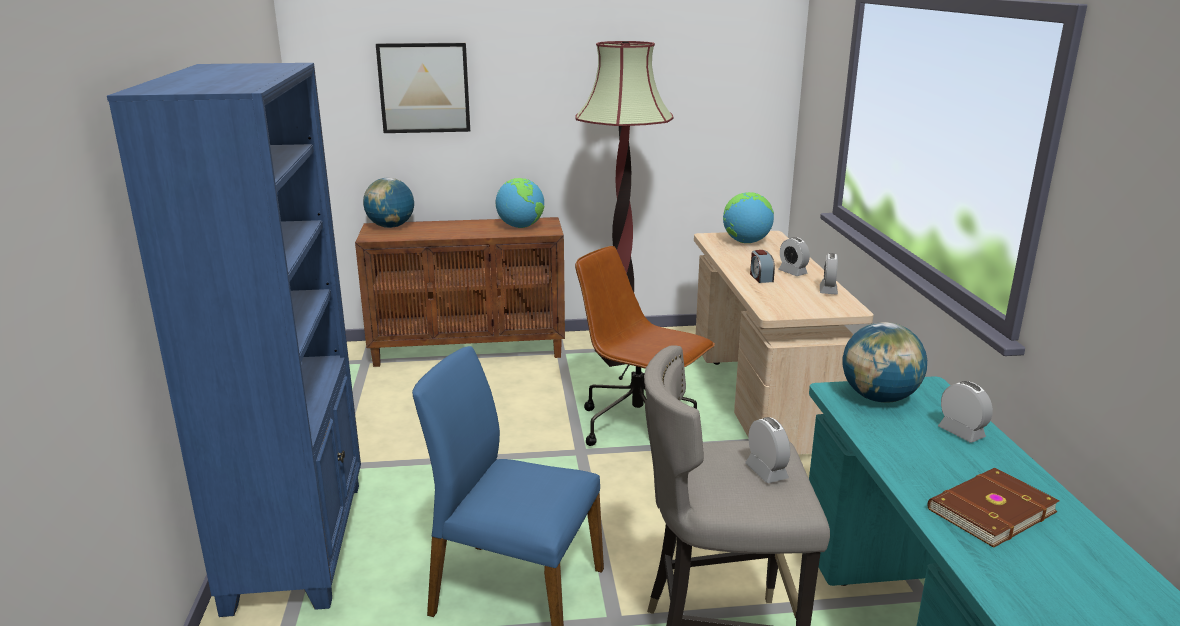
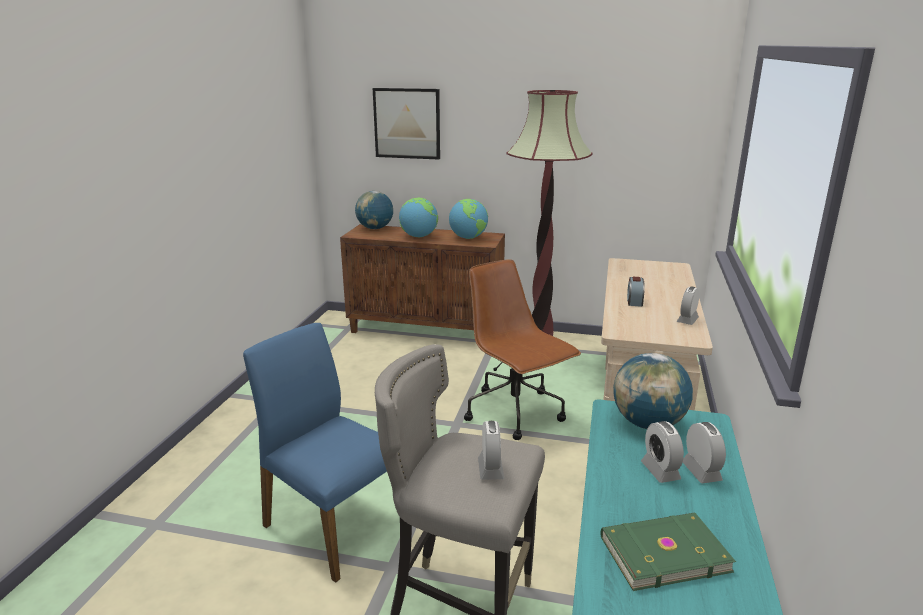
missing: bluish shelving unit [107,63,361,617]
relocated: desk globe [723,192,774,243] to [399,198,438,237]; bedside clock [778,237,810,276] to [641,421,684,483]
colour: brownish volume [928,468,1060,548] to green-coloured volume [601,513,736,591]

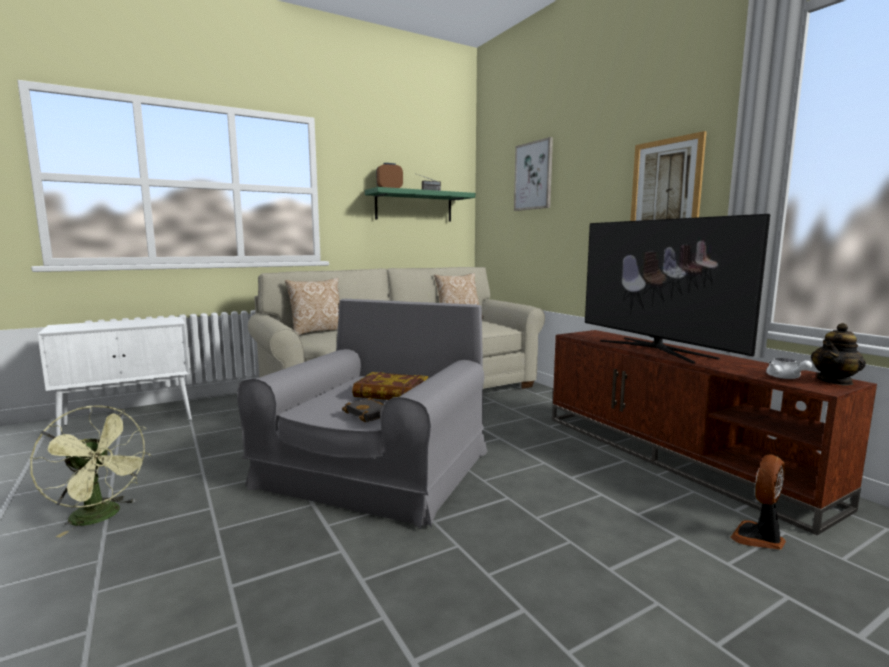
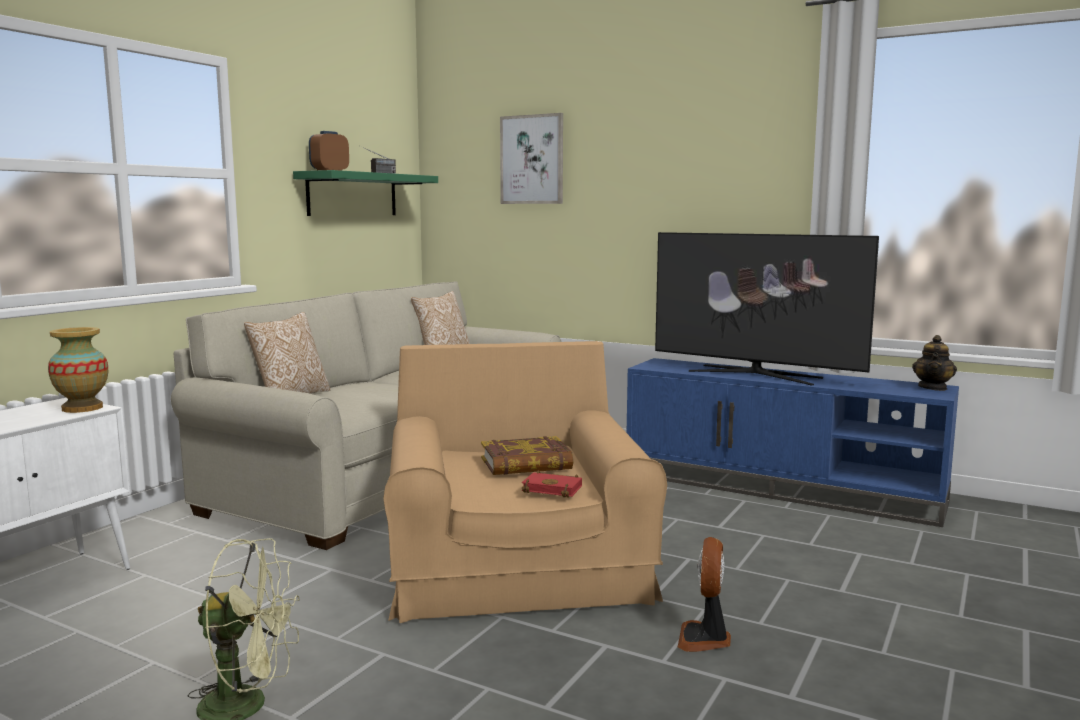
missing: wall art [630,131,707,221]; whitish pot for tea [766,358,812,379]
appeared: vase [48,327,108,413]
relocated: electric fan [730,454,786,550] to [678,537,731,652]
colour: gray lounge chair [237,299,487,529] to brownish lounge chair [383,341,667,623]; brownish tv stand [552,330,877,535] to bluish tv stand [627,358,959,527]; black-coloured volume [342,397,384,422] to red-coloured volume [522,470,582,498]

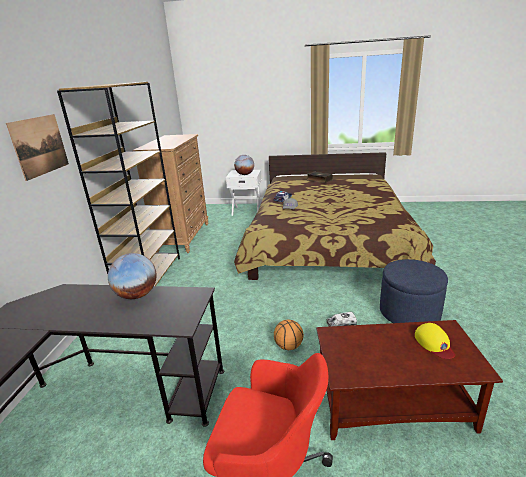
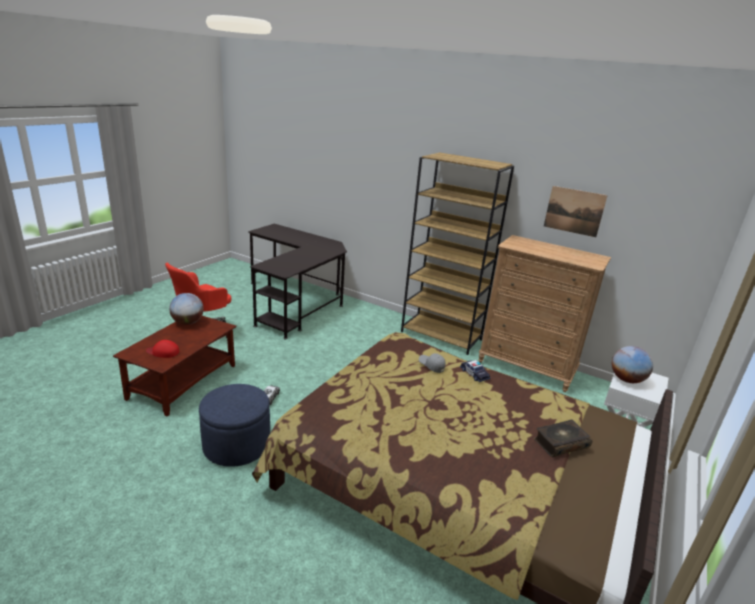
missing: basketball ball [274,319,304,350]
relocated: wall art [6,114,69,181] to [544,186,608,237]; desk globe [108,253,157,299] to [169,293,204,325]
colour: yellow-coloured cap [415,323,455,359] to red-coloured cap [146,340,179,358]

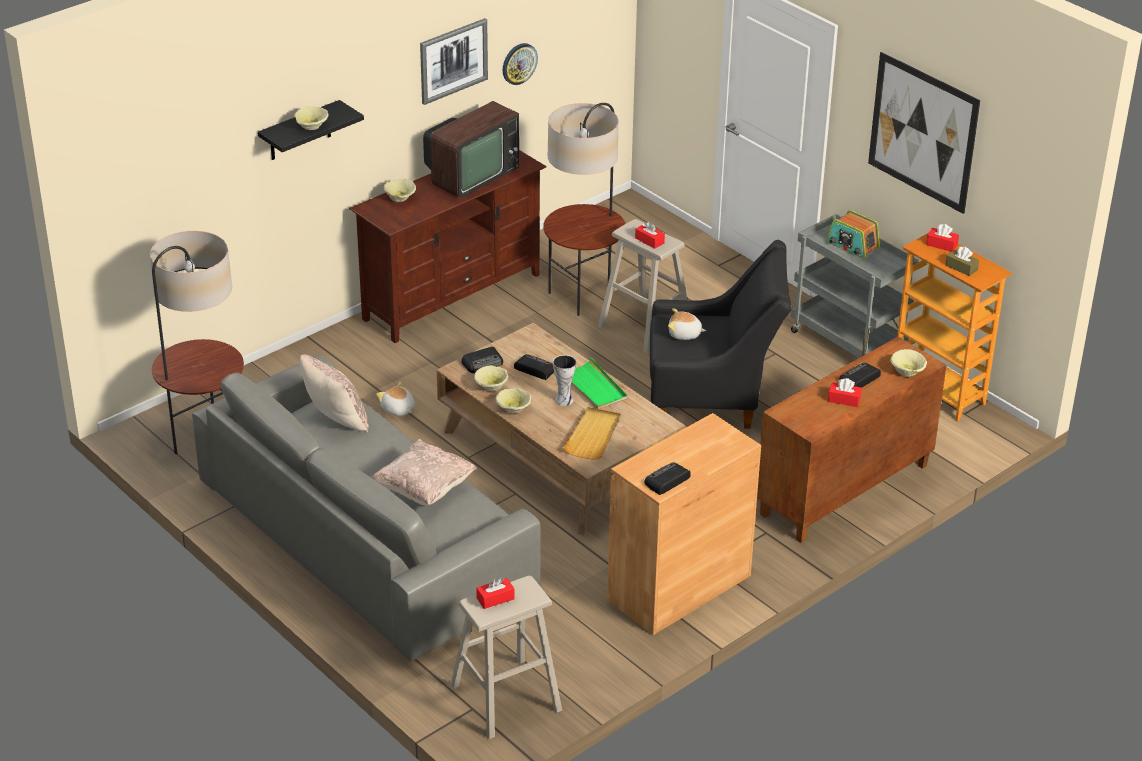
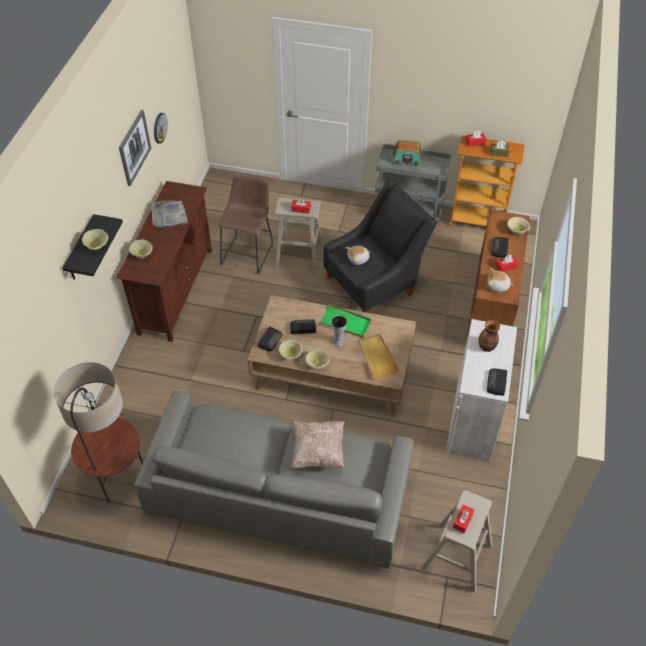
missing: wall art [868,52,981,214]; sand-coloured throw pillow [300,354,369,432]
appeared: vase [479,320,500,352]
relocated: cuddly toy [376,382,415,416] to [487,268,513,292]
exchanged: television [423,101,519,198] to gray carrying tray [151,200,188,228]; standing lamp [543,103,626,316] to brownish sitting stool [218,174,273,274]
colour: brownish cabinet [607,413,761,635] to whitish cabinet [446,319,517,462]

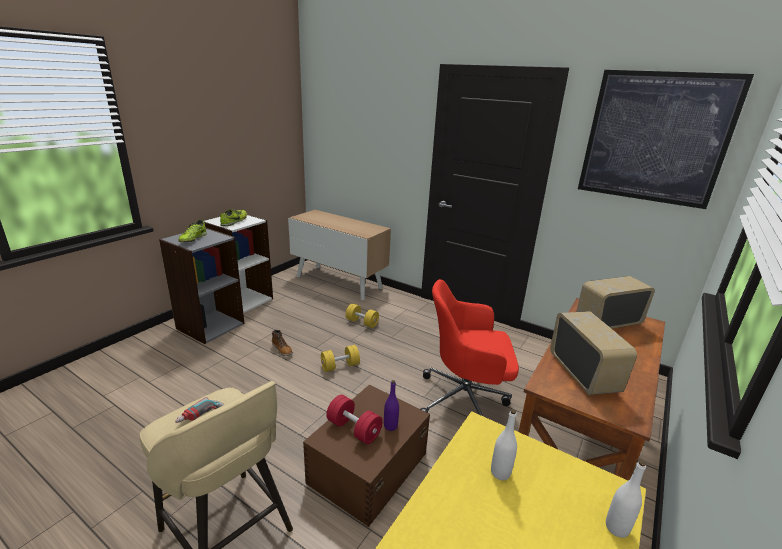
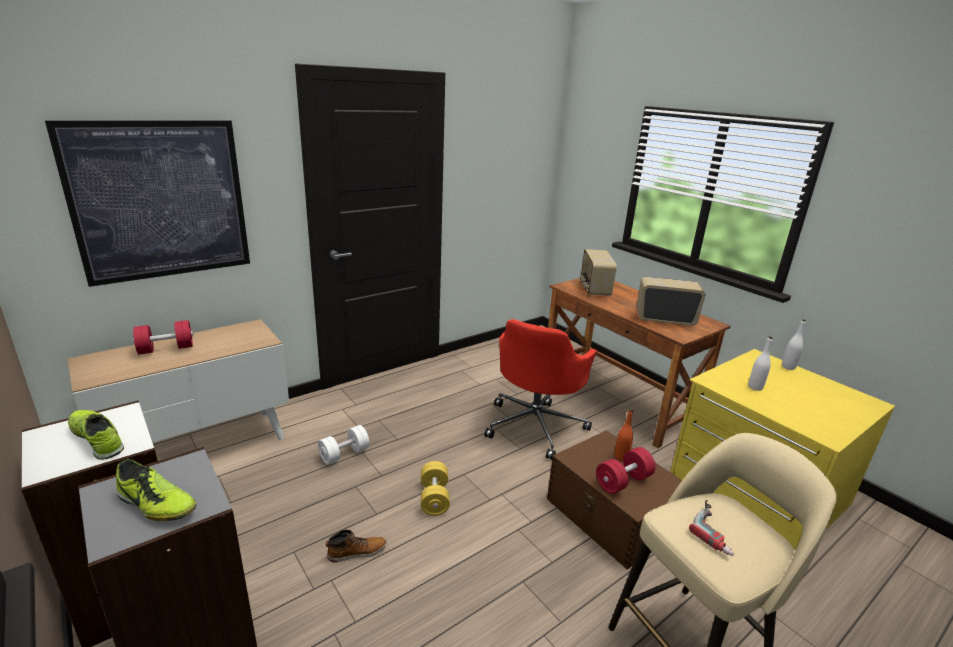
appeared: red-coloured hand weight [133,320,193,354]
relocated: wall art [578,70,754,209] to [45,120,250,287]
colour: yellow-coloured hand weight [346,304,379,328] to whitish hand weight [318,425,369,465]; purplish bottle [384,380,399,431] to orangey bottle [615,409,633,461]

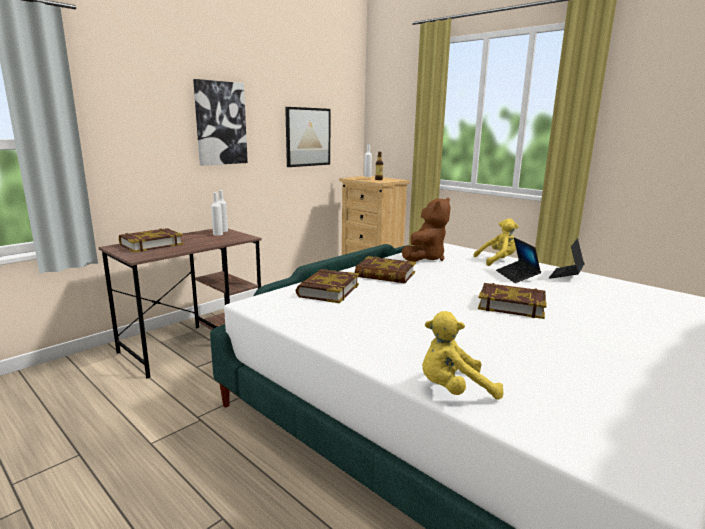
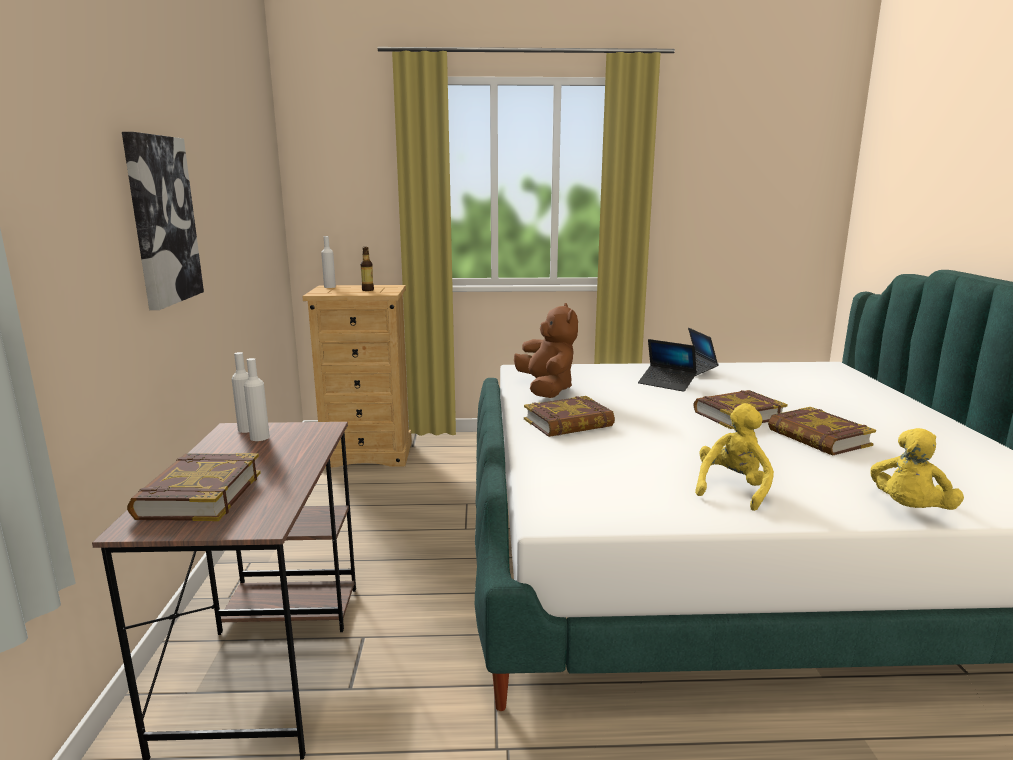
missing: wall art [285,107,330,167]
relocated: yellow-coloured cuddly toy [473,218,519,266] to [695,403,774,511]; volume [296,269,359,303] to [768,407,876,456]

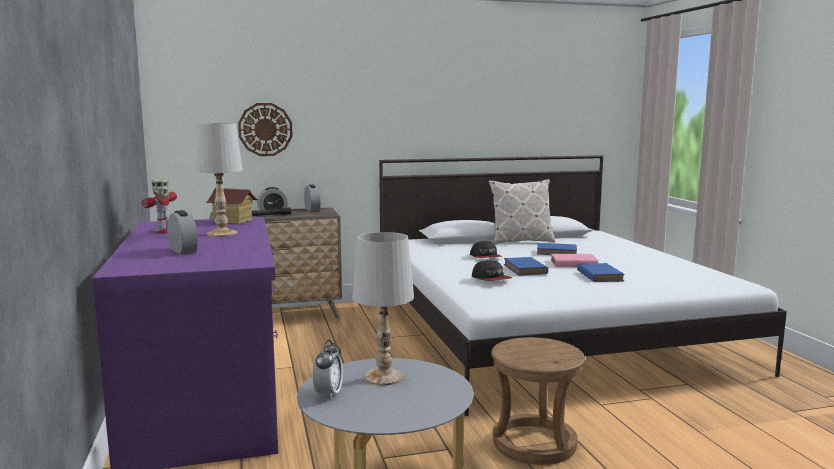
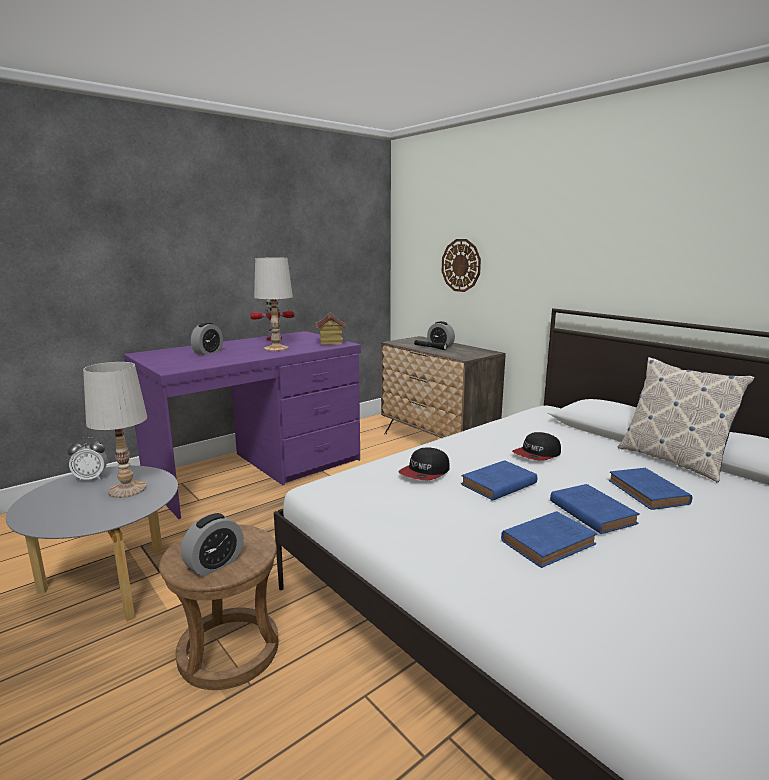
relocated: bedside clock [304,184,321,212] to [181,513,243,577]
colour: pinkish volume [551,254,598,267] to bluish volume [550,484,640,534]

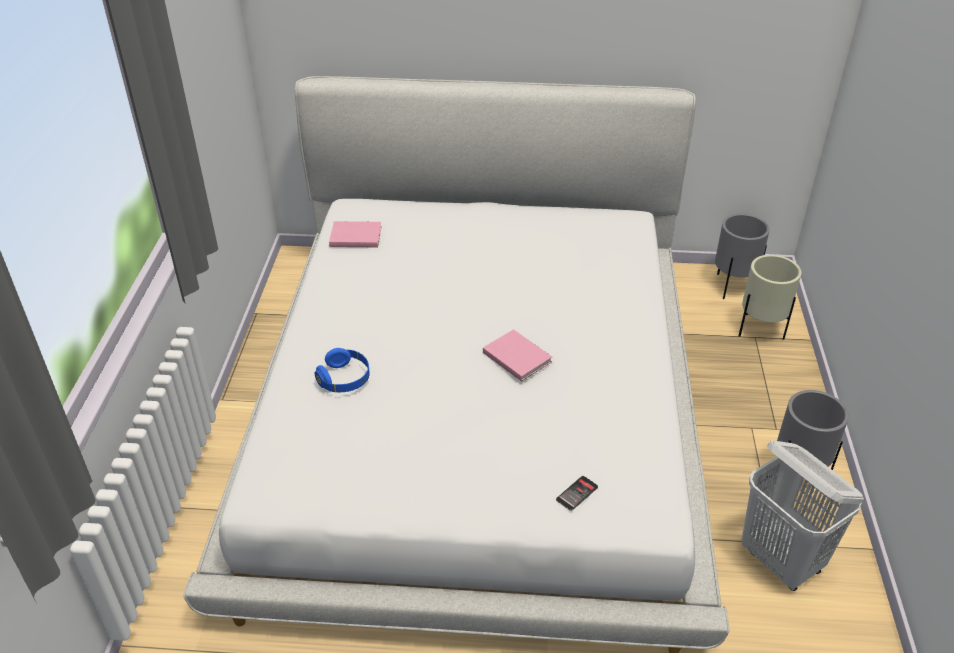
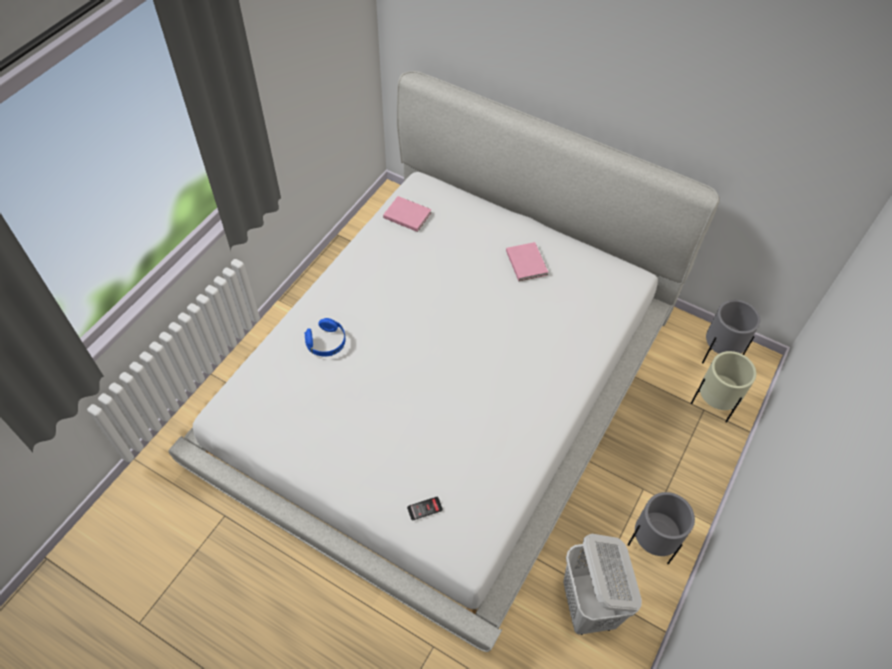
relocated: pinkish volume [483,329,552,381] to [506,242,548,281]

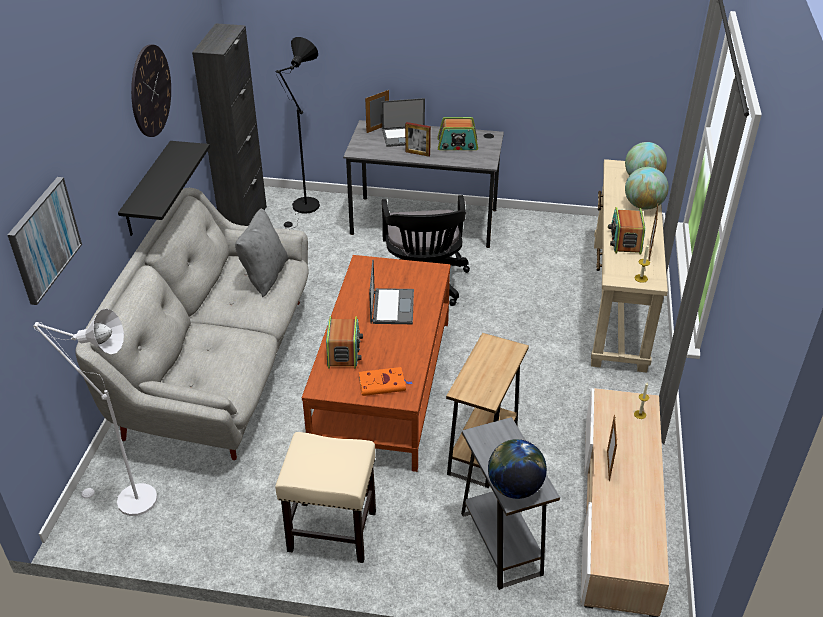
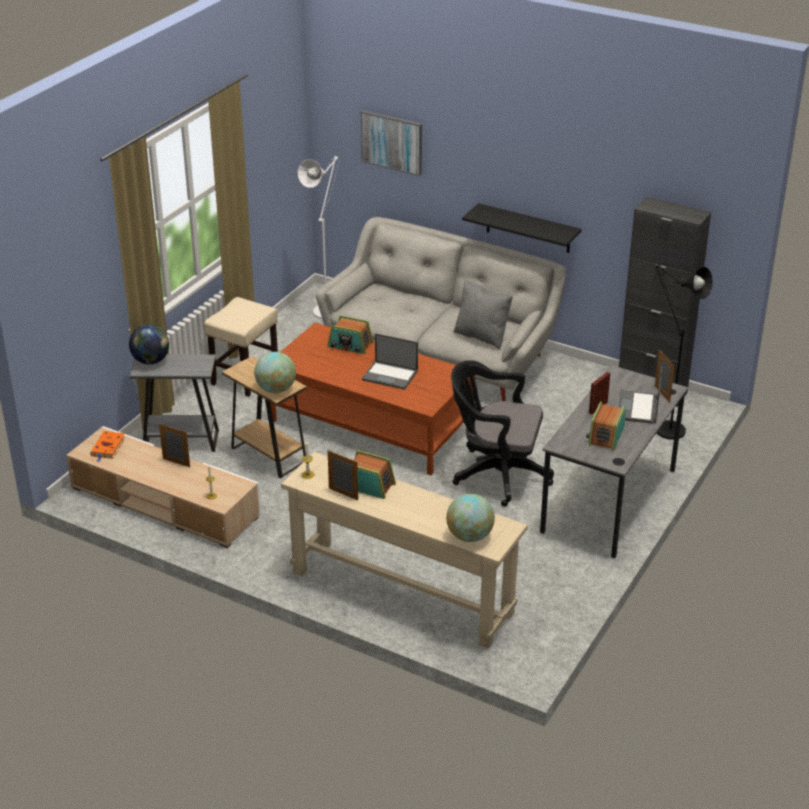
missing: hanging clock [131,44,171,137]
relocated: desk globe [625,167,669,210] to [254,352,296,393]; orangey volume [359,367,413,396] to [90,431,125,462]

